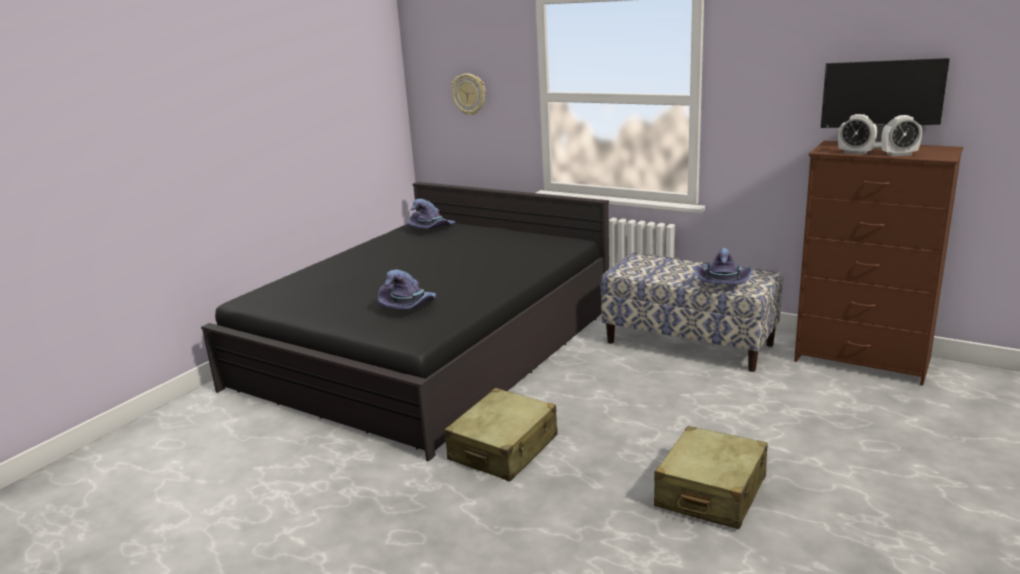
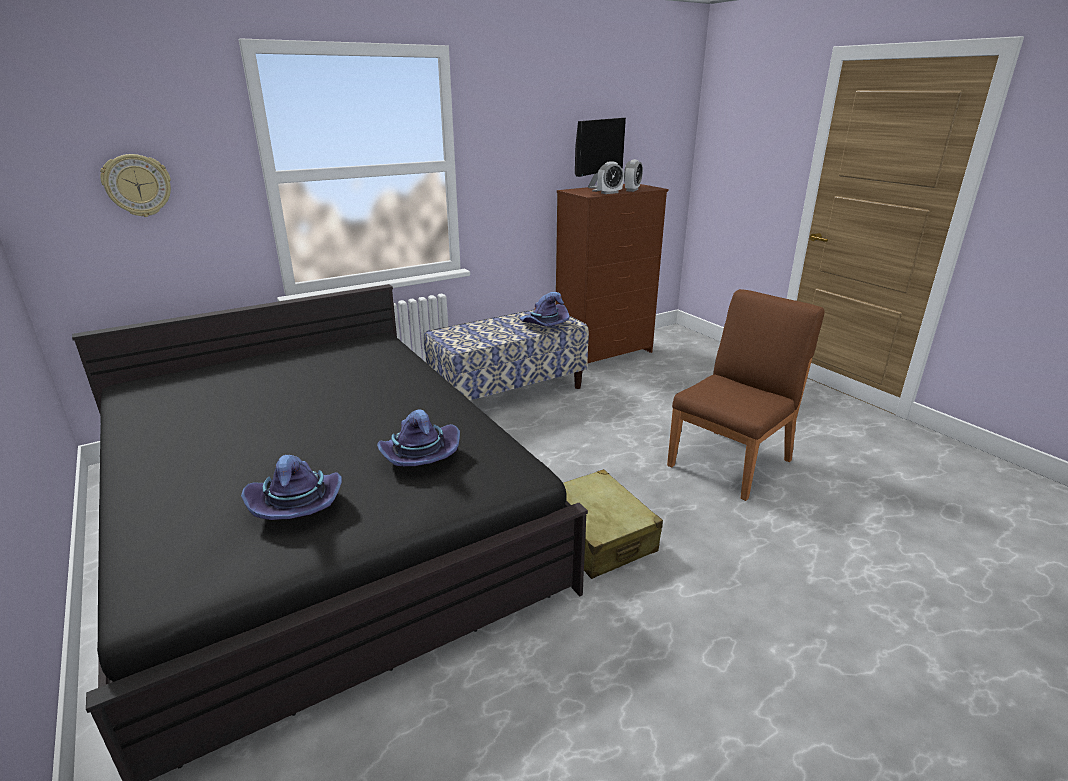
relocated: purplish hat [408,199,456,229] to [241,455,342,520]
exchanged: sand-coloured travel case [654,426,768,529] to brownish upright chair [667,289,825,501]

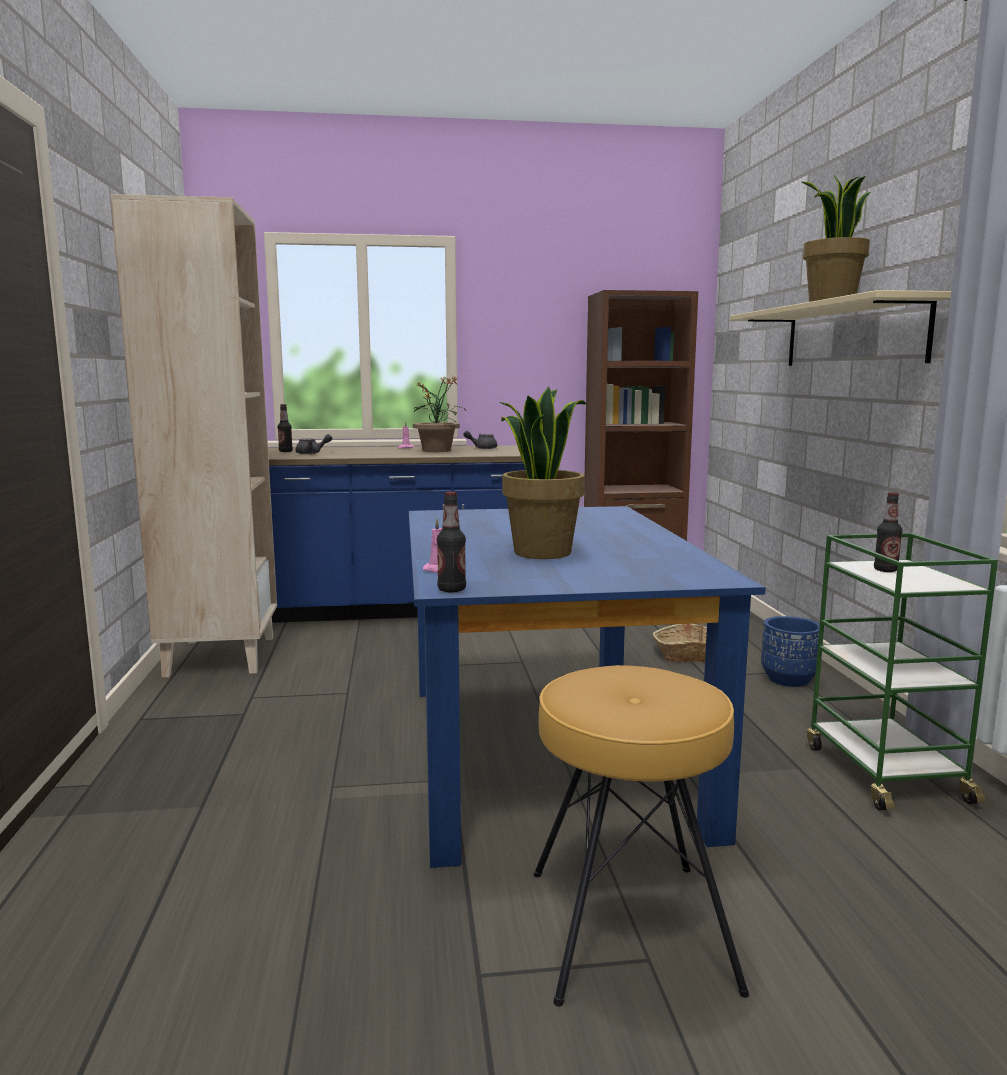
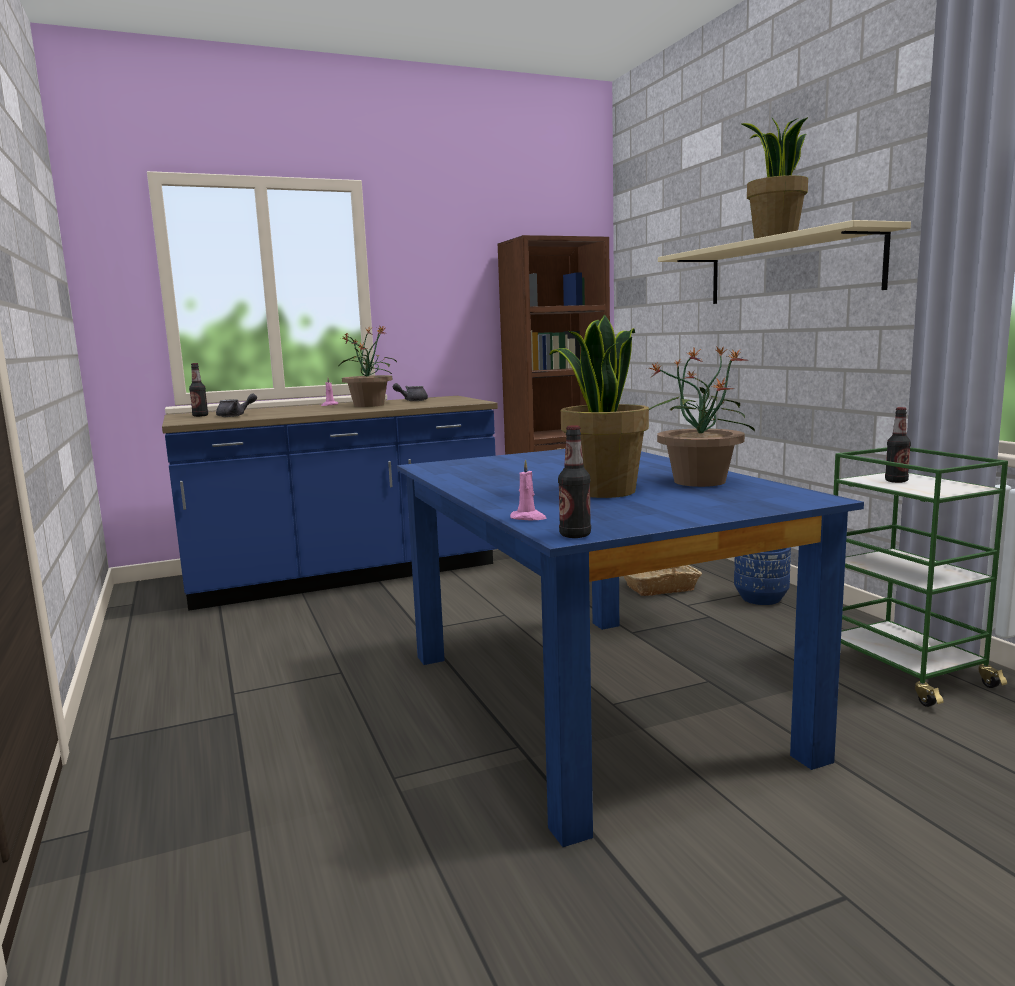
missing: sand-coloured shelving unit [110,194,277,678]; brownish sitting stool [533,665,749,1007]
appeared: houseplant [646,346,755,487]

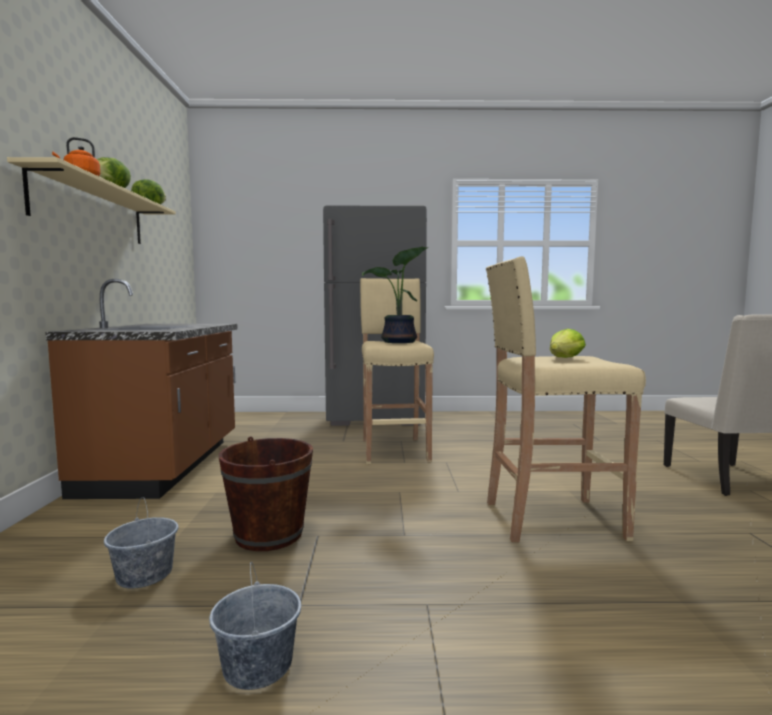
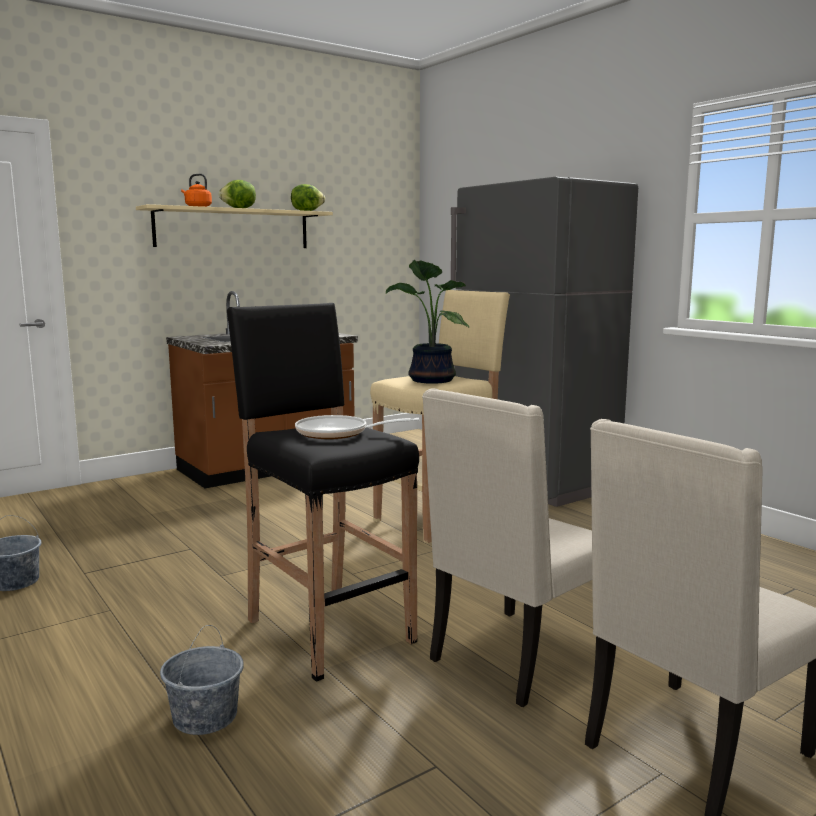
missing: brownish pail [219,436,313,551]
appeared: sand-coloured upright chair [422,388,592,707]
relocated: gray pail [104,497,178,588] to [160,625,244,735]
exchanged: head of lettuce [550,329,586,358] to pan [295,415,419,439]
colour: sand-coloured sitting stool [486,257,646,542] to black-coloured sitting stool [227,303,419,682]

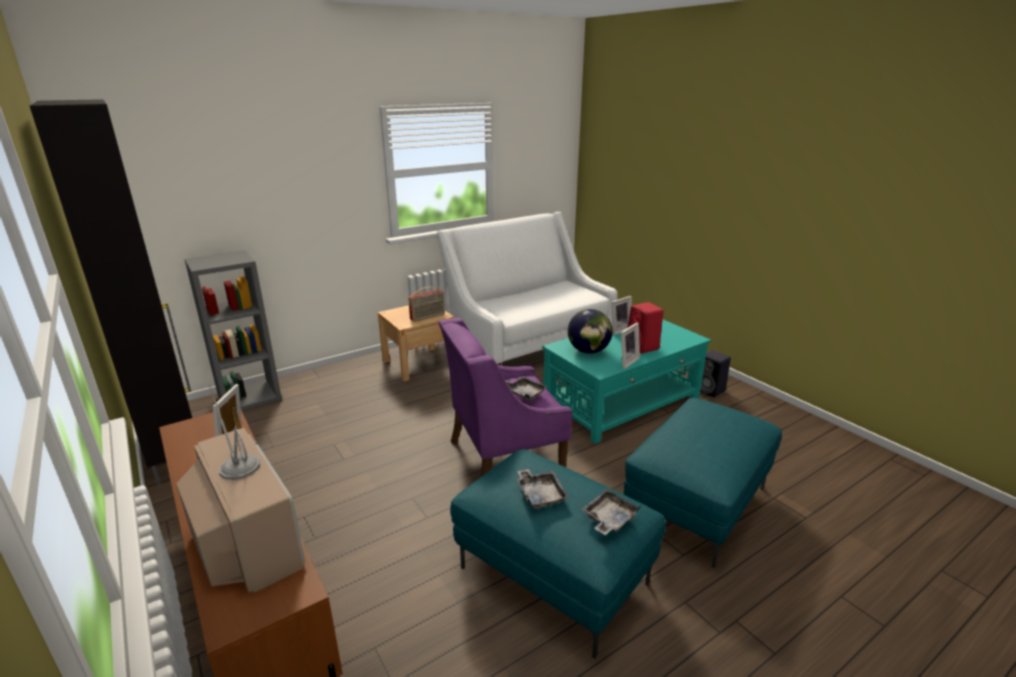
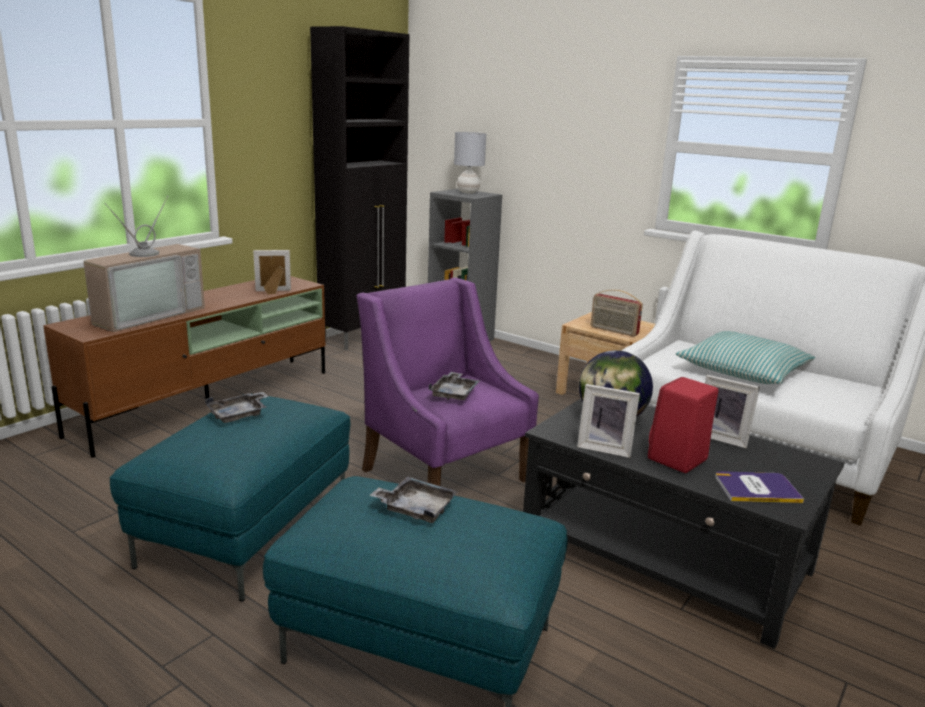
missing: black-coloured loudspeaker [700,350,731,397]
appeared: gray table lamp [454,132,486,193]; throw pillow [676,331,815,384]; volume [715,471,804,503]
relocated: gray carrying tray [581,489,641,535] to [369,476,458,523]
colour: blue-green low table [542,320,711,444] to black-coloured low table [523,399,844,649]

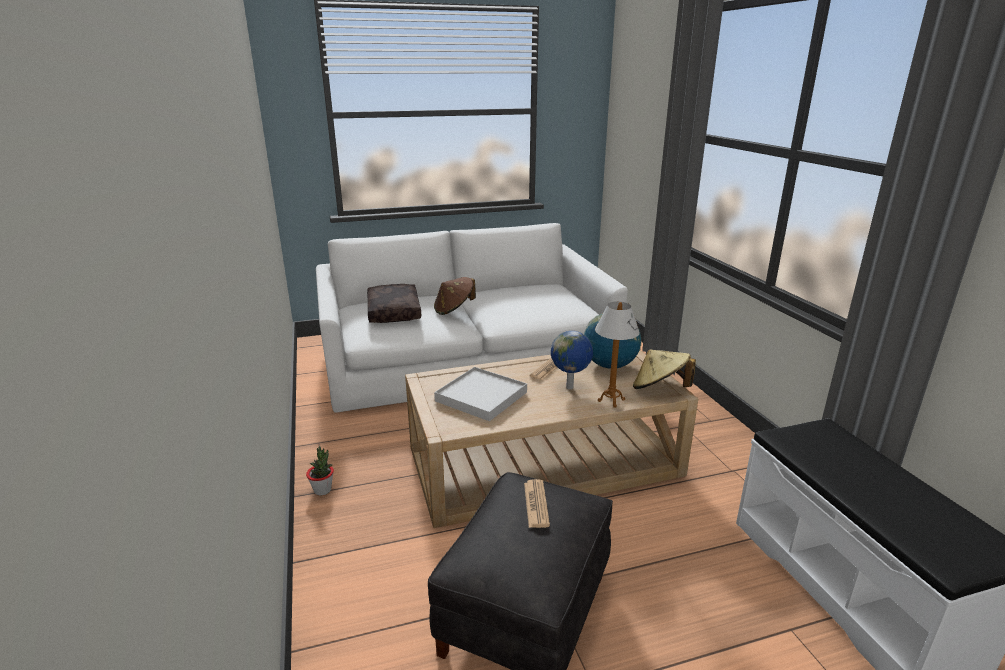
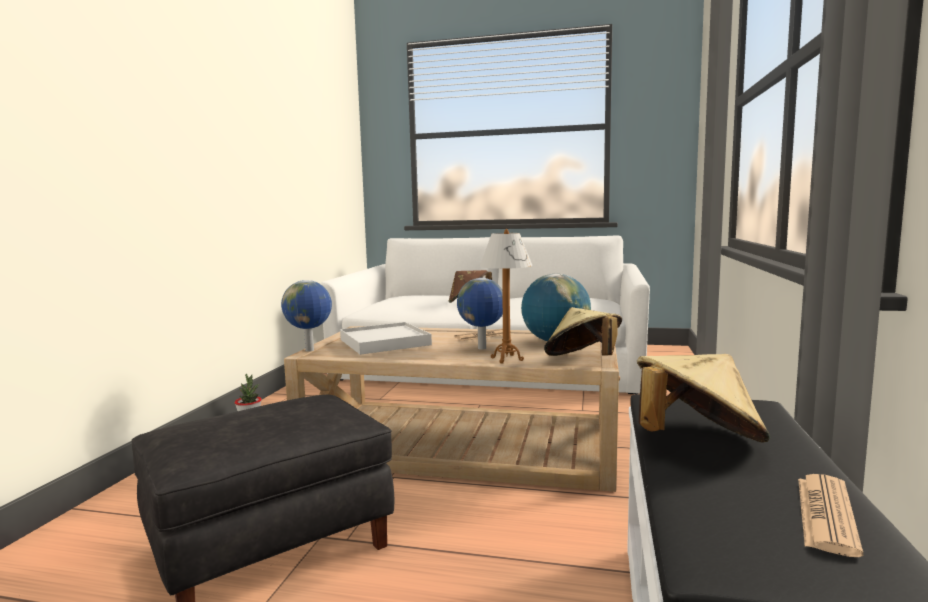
missing: brownish throw pillow [367,284,421,323]
appeared: desk globe [281,280,332,352]; sand-coloured hat [637,354,770,443]
relocated: newspaper [524,479,550,528] to [798,474,863,557]

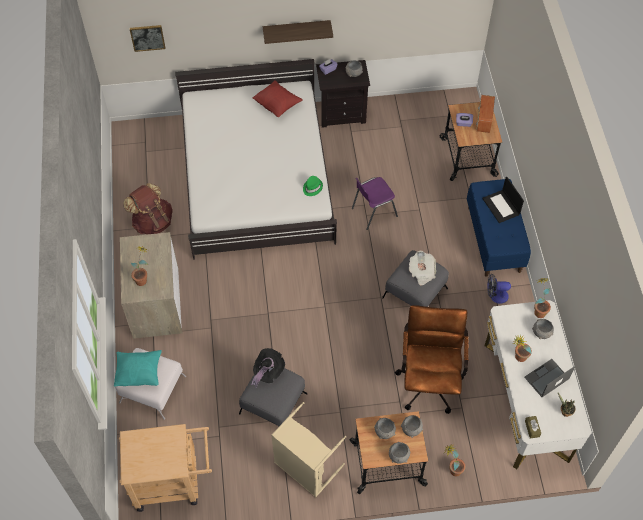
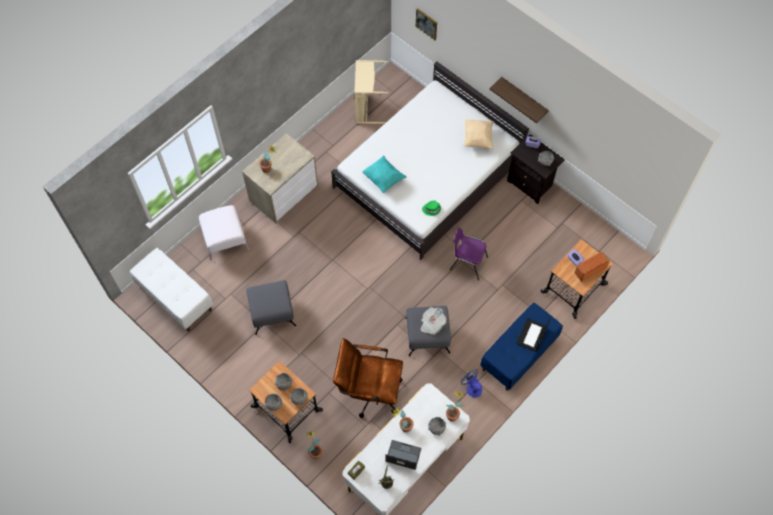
missing: brownish knapsack [123,183,173,234]; black-coloured hat [251,348,285,388]
relocated: blue-green throw pillow [114,350,162,386] to [362,155,406,193]; sand-coloured washing basket [271,402,346,498] to [355,60,389,124]
exchanged: sand-coloured trolley [119,424,212,512] to whitish bench [130,248,213,331]
colour: red-coloured throw pillow [253,80,303,117] to sand-coloured throw pillow [464,120,494,149]
spun: brownish desk chair [395,305,469,414] = [333,338,403,418] 135 degrees counterclockwise

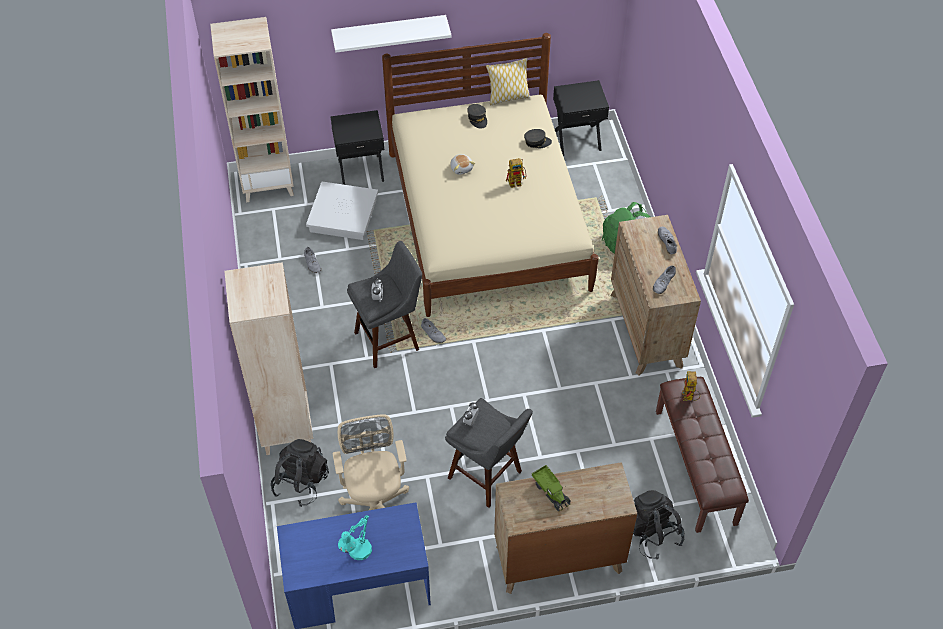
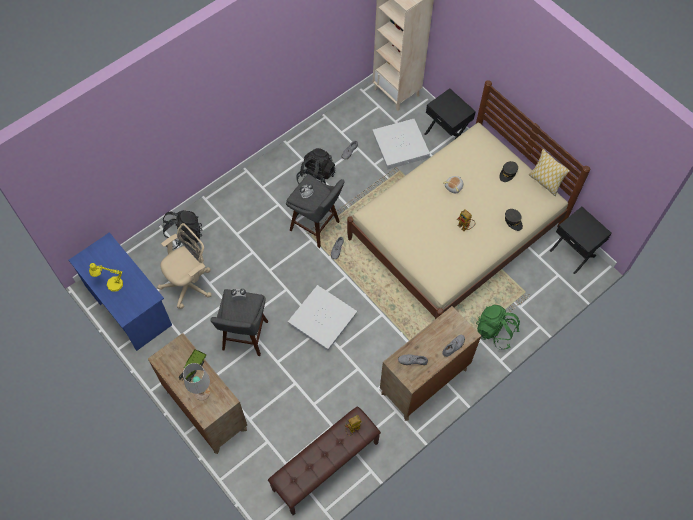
missing: whitish shelf [331,15,452,53]; sand-coloured shelving unit [224,262,313,455]
appeared: whitish storage box [288,285,357,351]; whitish table lamp [183,363,210,401]
relocated: black-coloured knapsack [633,490,685,559] to [296,148,335,185]
colour: blue-green table lamp [338,515,372,560] to yellow-coloured table lamp [89,263,123,292]

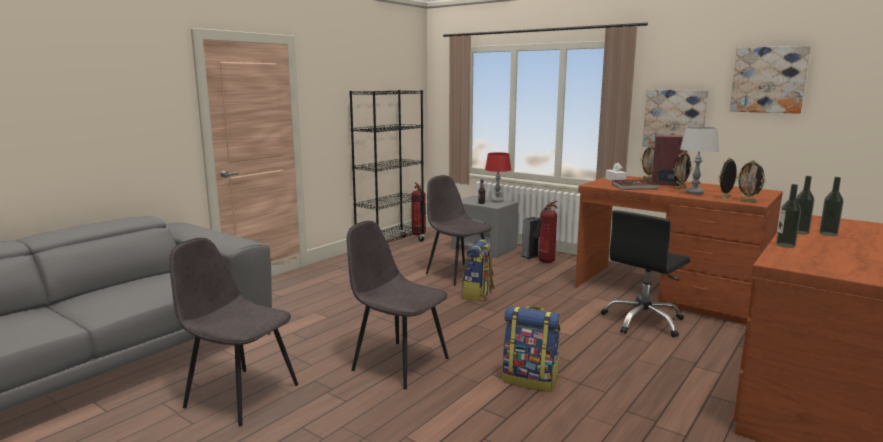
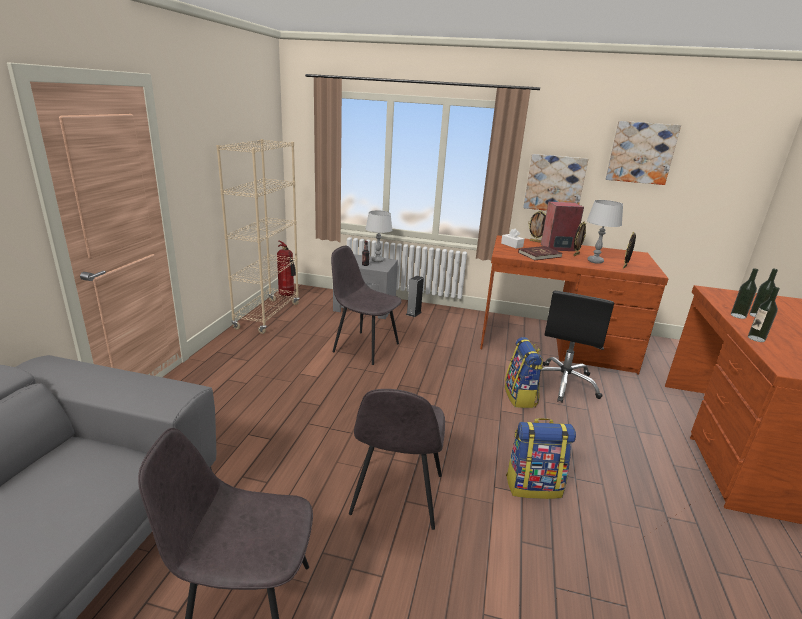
missing: picture frame [736,160,766,203]; fire extinguisher [533,201,558,263]
relocated: knapsack [462,239,494,302] to [505,337,543,408]
colour: black-coloured shelving unit [349,90,425,243] to sand-coloured shelving unit [216,139,300,334]; red-coloured table lamp [485,152,511,202] to gray table lamp [365,210,393,262]
spun: gray upright chair [347,221,449,389] = [349,389,445,530] 90 degrees counterclockwise

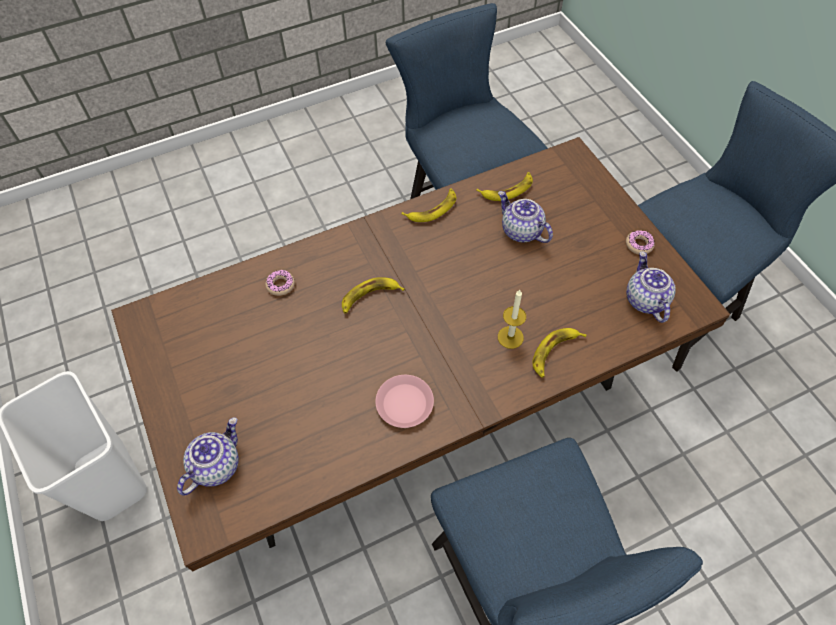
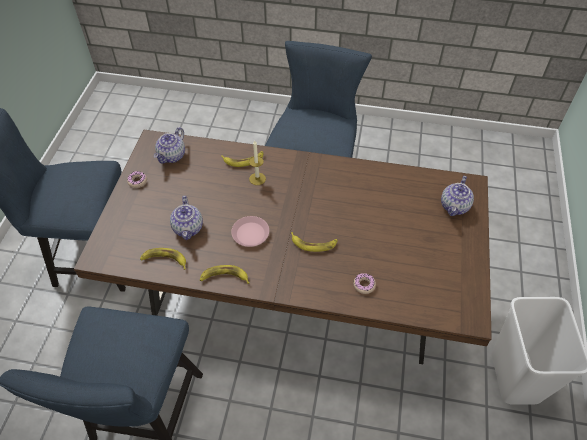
relocated: pinkish dinner plate [375,375,434,428] to [231,216,269,247]
spun: pot for tea [177,417,239,496] = [441,176,474,216] 45 degrees counterclockwise

